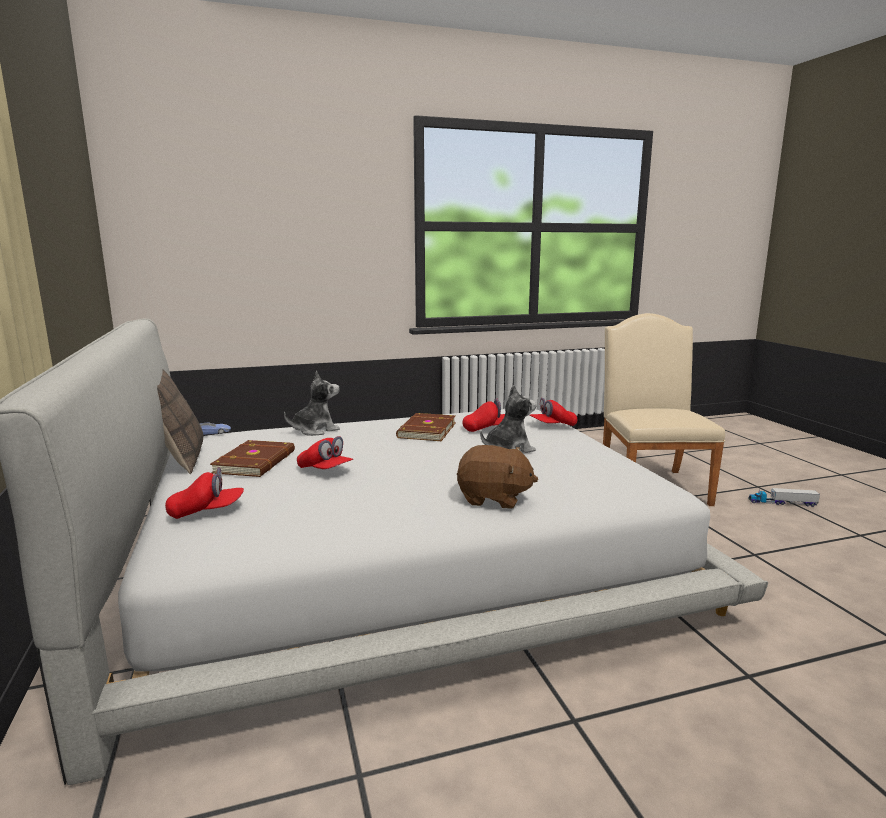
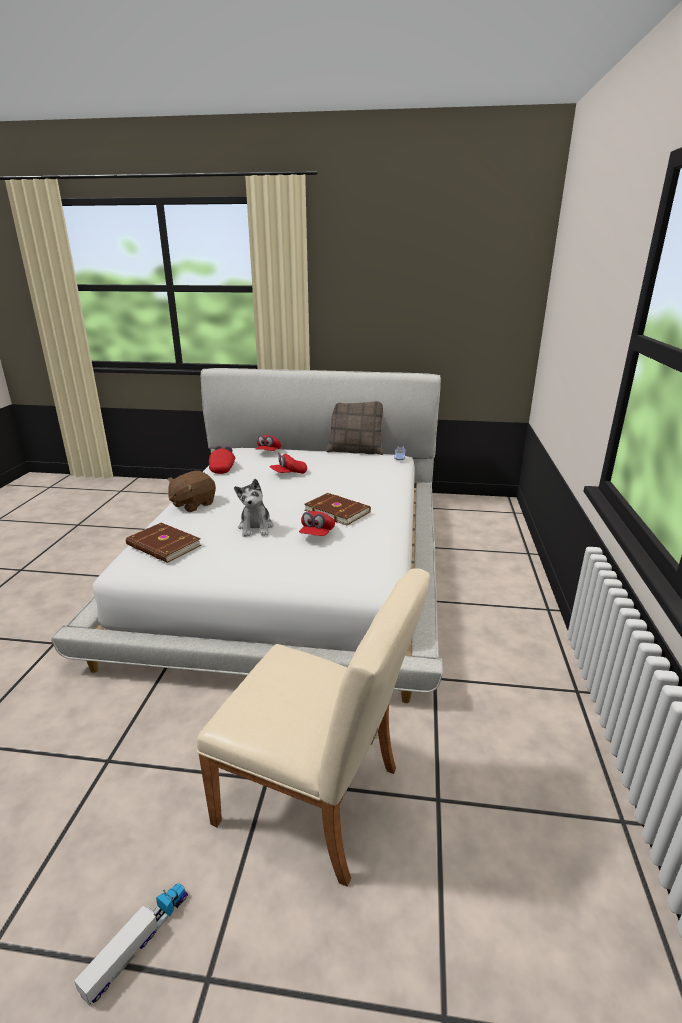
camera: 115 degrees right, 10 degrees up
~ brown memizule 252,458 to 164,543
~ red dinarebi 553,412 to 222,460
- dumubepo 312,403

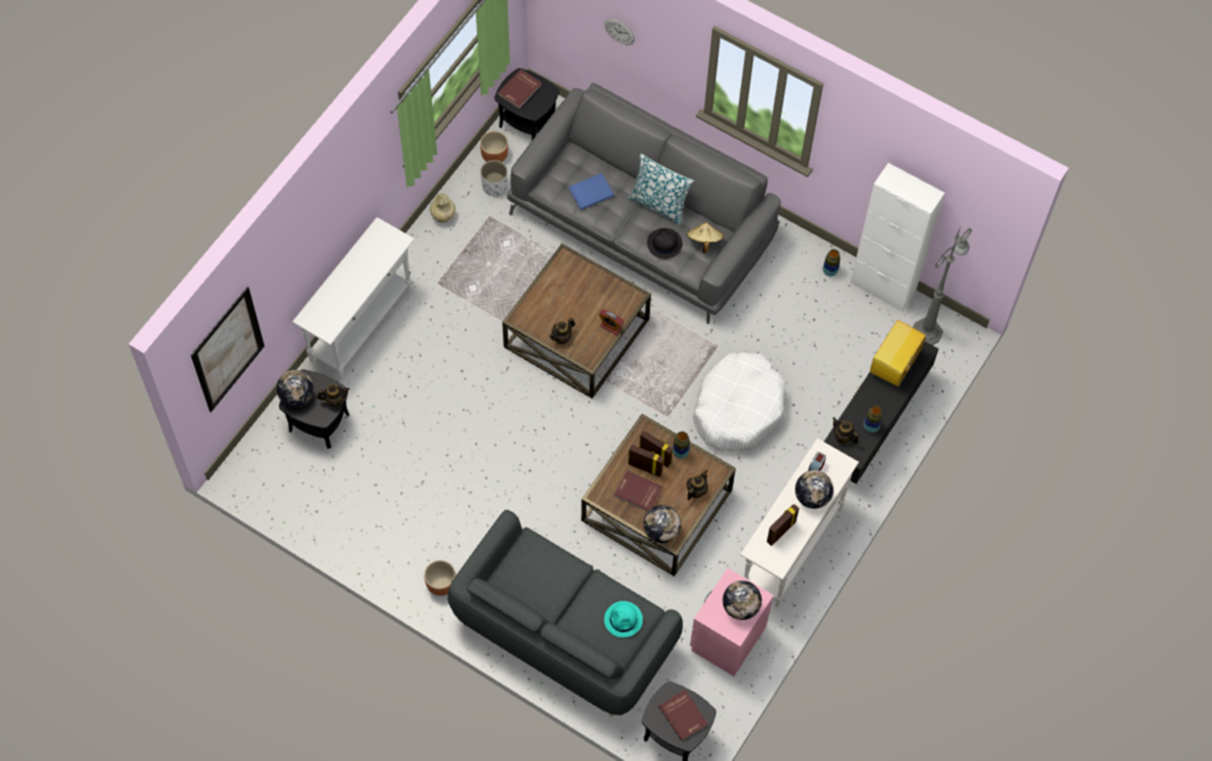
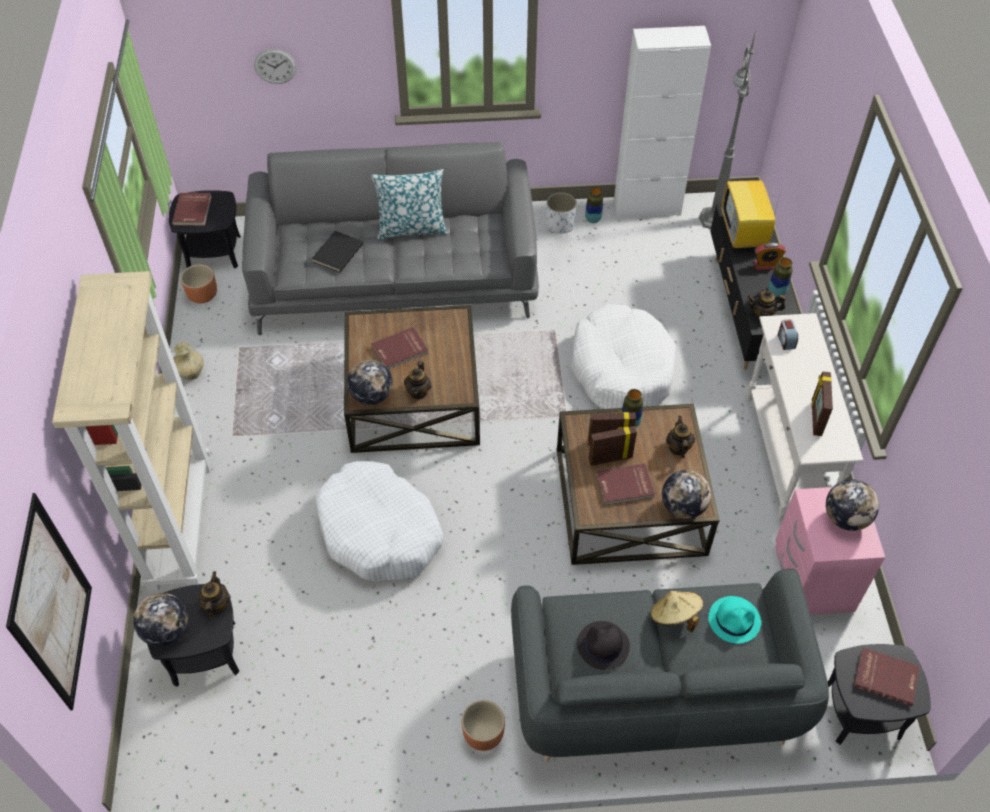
camera: 35 degrees left, 10 degrees down
~ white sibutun 353,298 to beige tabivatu 131,431
~ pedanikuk 333,395 = 214,596 45 degrees counterclockwise
~ blue memizule 591,191 to black memizule 337,252
+ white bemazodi 380,521
~ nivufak 814,489 to 370,382
+ red memizule 399,348
~ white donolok 494,178 to 561,213
~ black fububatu 664,243 to 603,645
~ beige fububatu 705,237 to 676,611
~ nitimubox 611,322 to 770,256

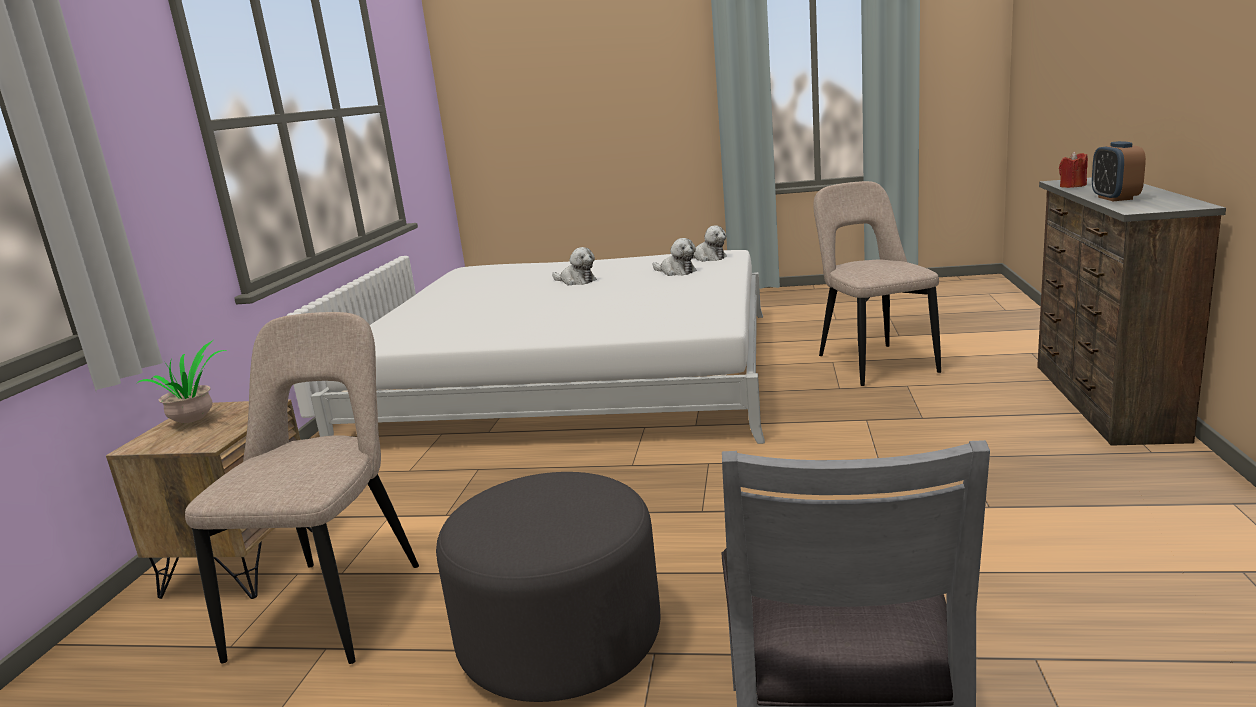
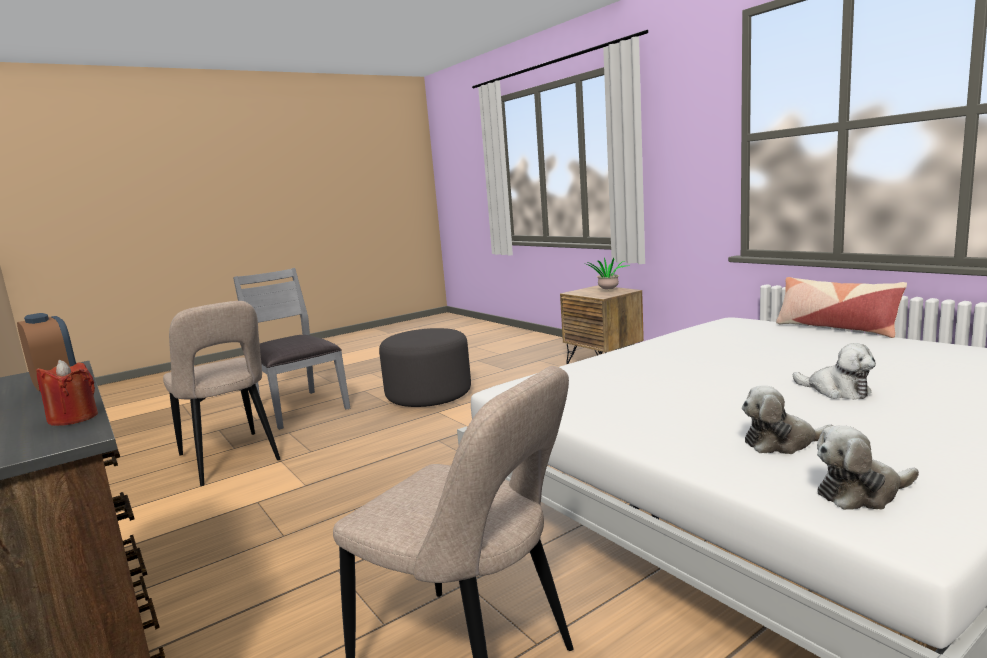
camera: 135 degrees right, 5 degrees down
~ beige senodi 302,488 to 221,393
+ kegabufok 841,307
~ dumubepo 574,266 = 834,371 120 degrees counterclockwise

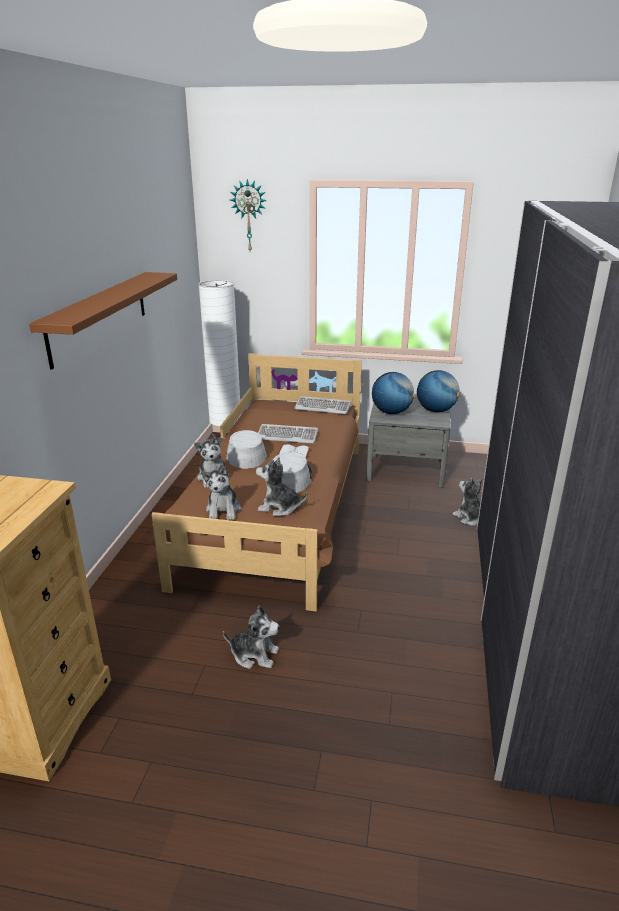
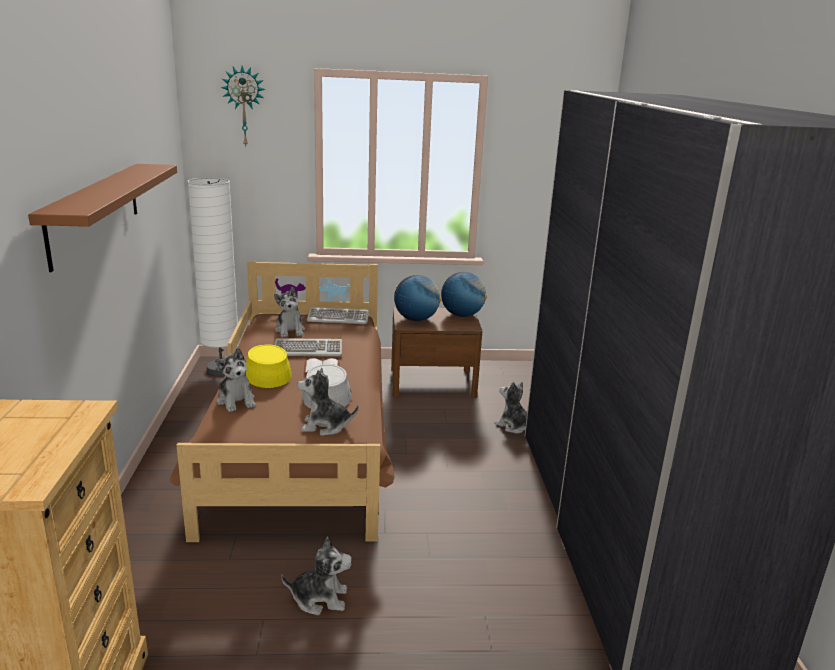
camera: 15 degrees left, 5 degrees down
~ grey fububatu 246,449 to yellow fububatu 269,366
~ dumubepo 221,492 to 289,312
~ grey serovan 408,445 to brown serovan 436,352

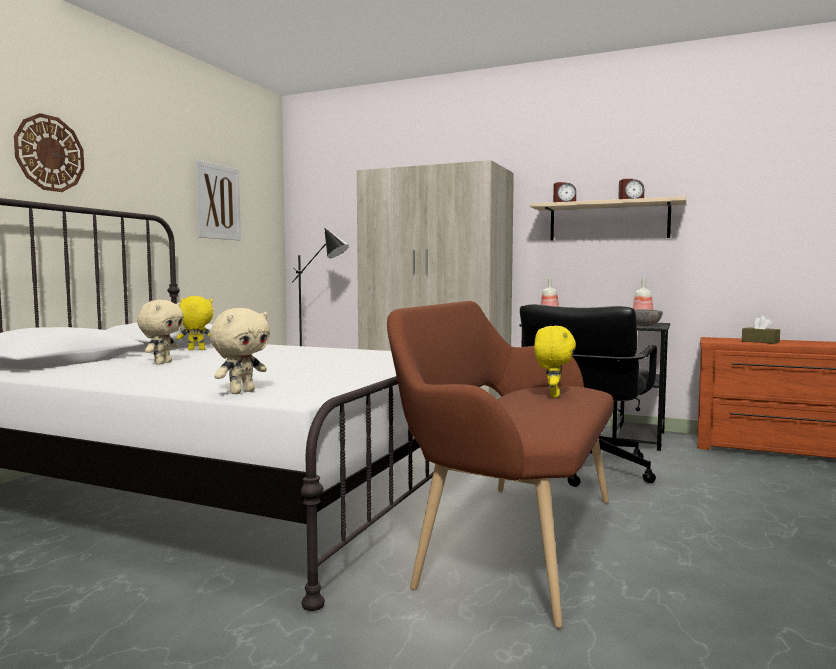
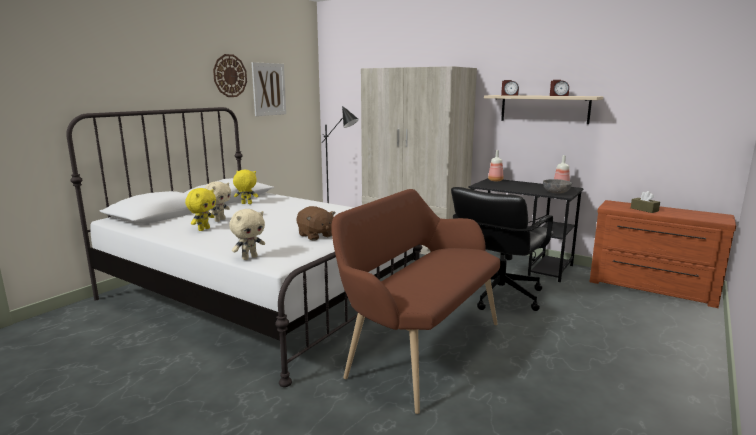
camera: 10 degrees right, 10 degrees up
~ yellow dumubepo 555,362 to 200,209
~ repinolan 49,152 to 230,75
+ brown dumubepo 316,223

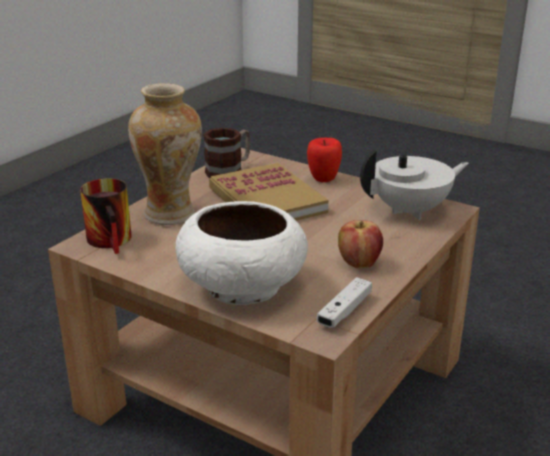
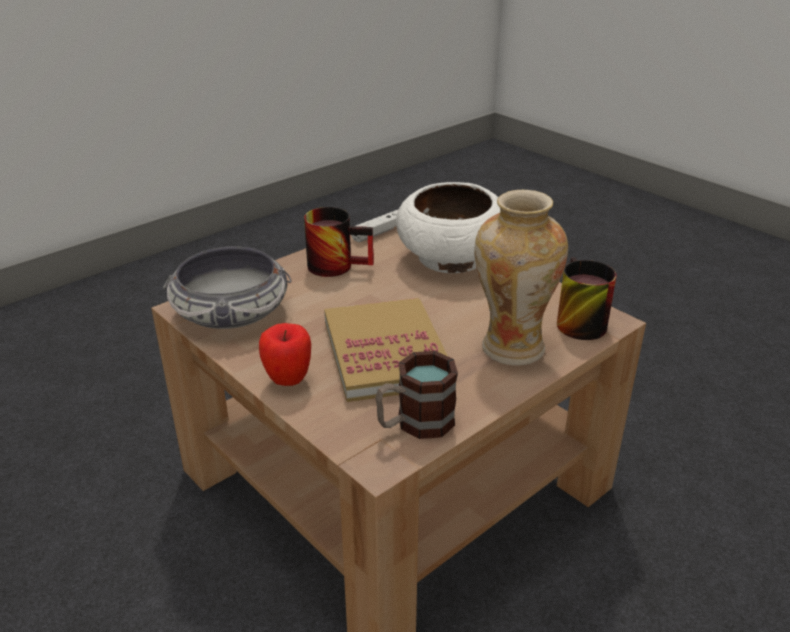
camera: 165 degrees left, 5 degrees up
~ white pedanikuk 414,184 to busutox 227,287
~ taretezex 360,244 to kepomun 339,242

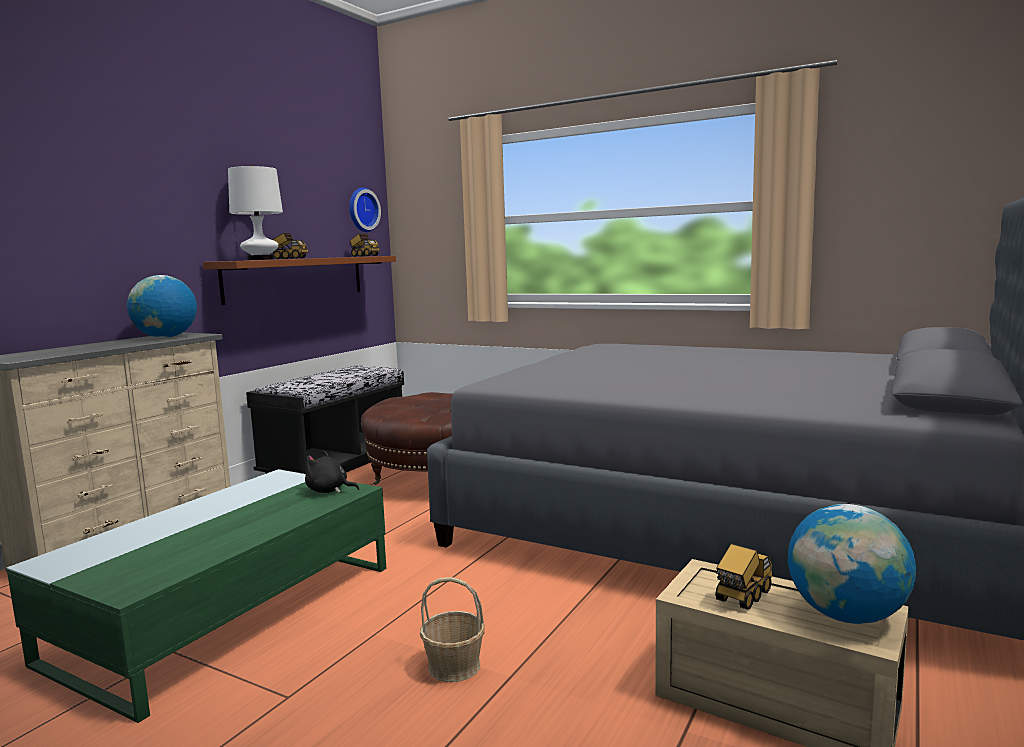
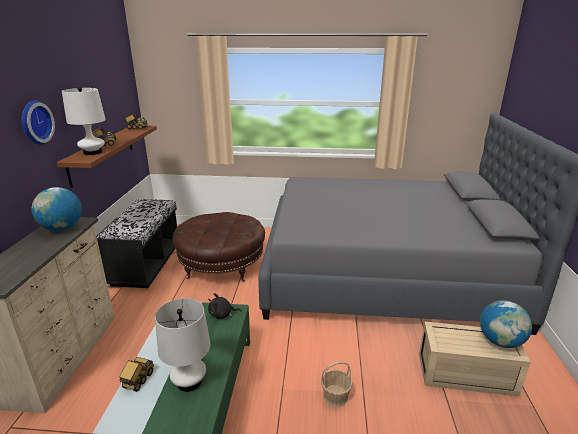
camera: 25 degrees left, 15 degrees up
~ repinolan 365,209 to 38,122
~ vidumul 743,576 to 136,374
+ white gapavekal 183,345

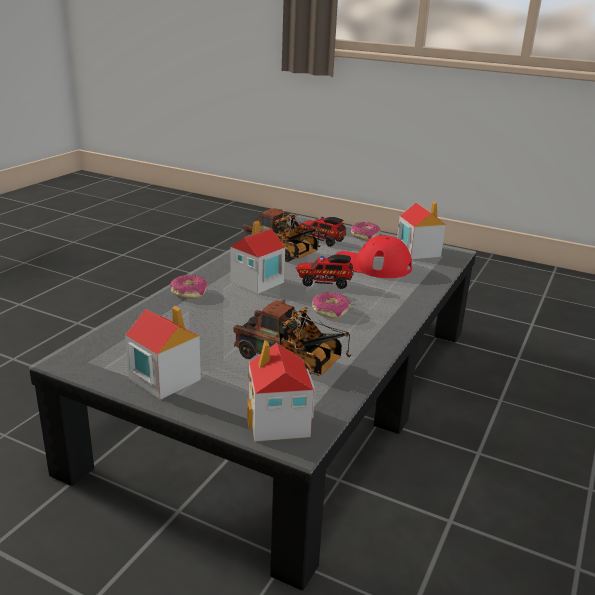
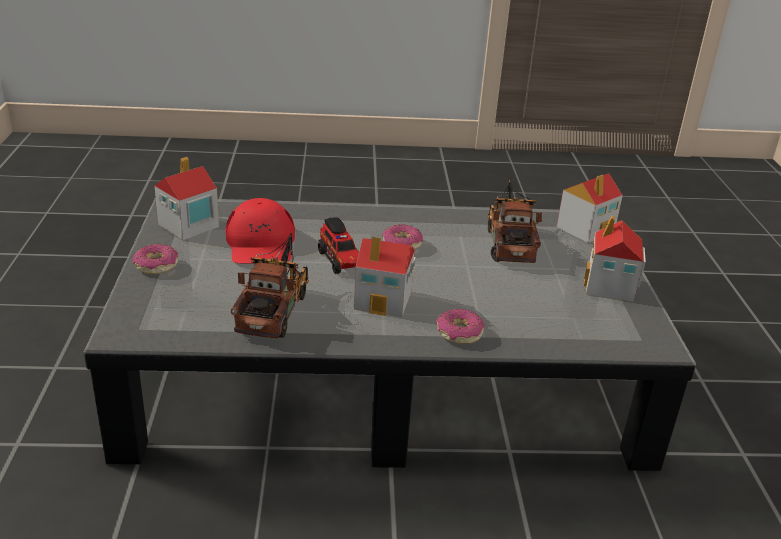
camera: 120 degrees left, 5 degrees up
- vidumul 323,232

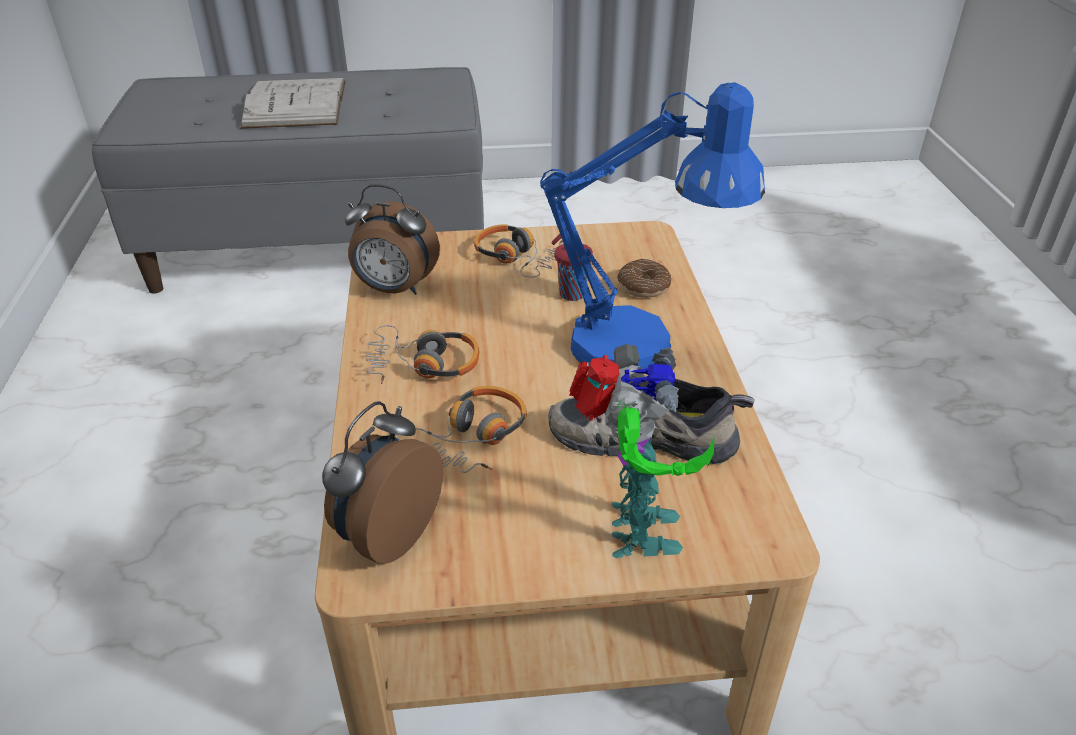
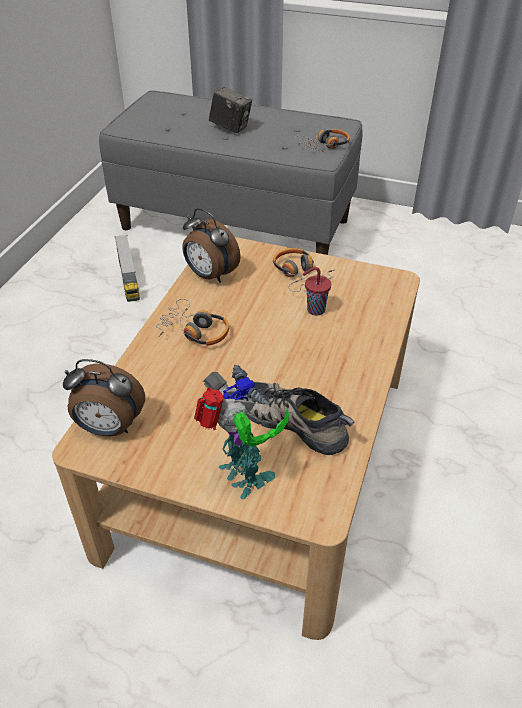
camera: 25 degrees right, 5 degrees up
~ nitimubox 382,482 = 104,397 135 degrees counterclockwise
+ vidumul 127,268
~ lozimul 641,451 = 241,432 60 degrees counterclockwise
~ white memizule 293,103 to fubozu 230,110
~ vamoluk 462,429 to 322,140
- blue gapavekal 652,225
- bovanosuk 644,278

